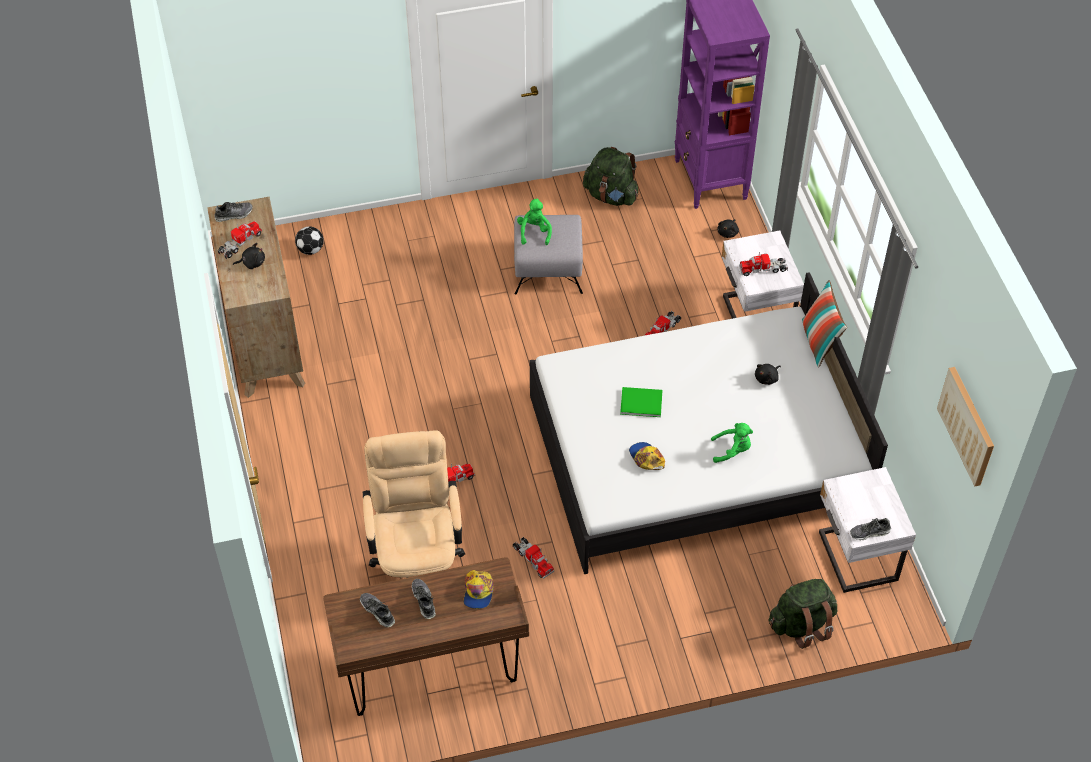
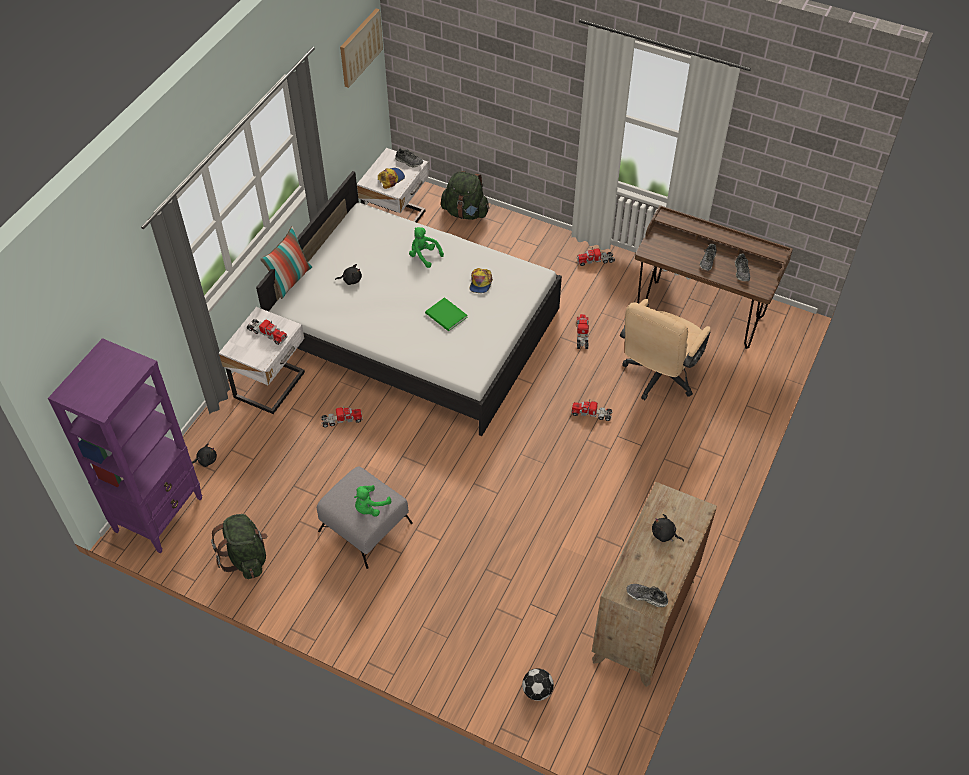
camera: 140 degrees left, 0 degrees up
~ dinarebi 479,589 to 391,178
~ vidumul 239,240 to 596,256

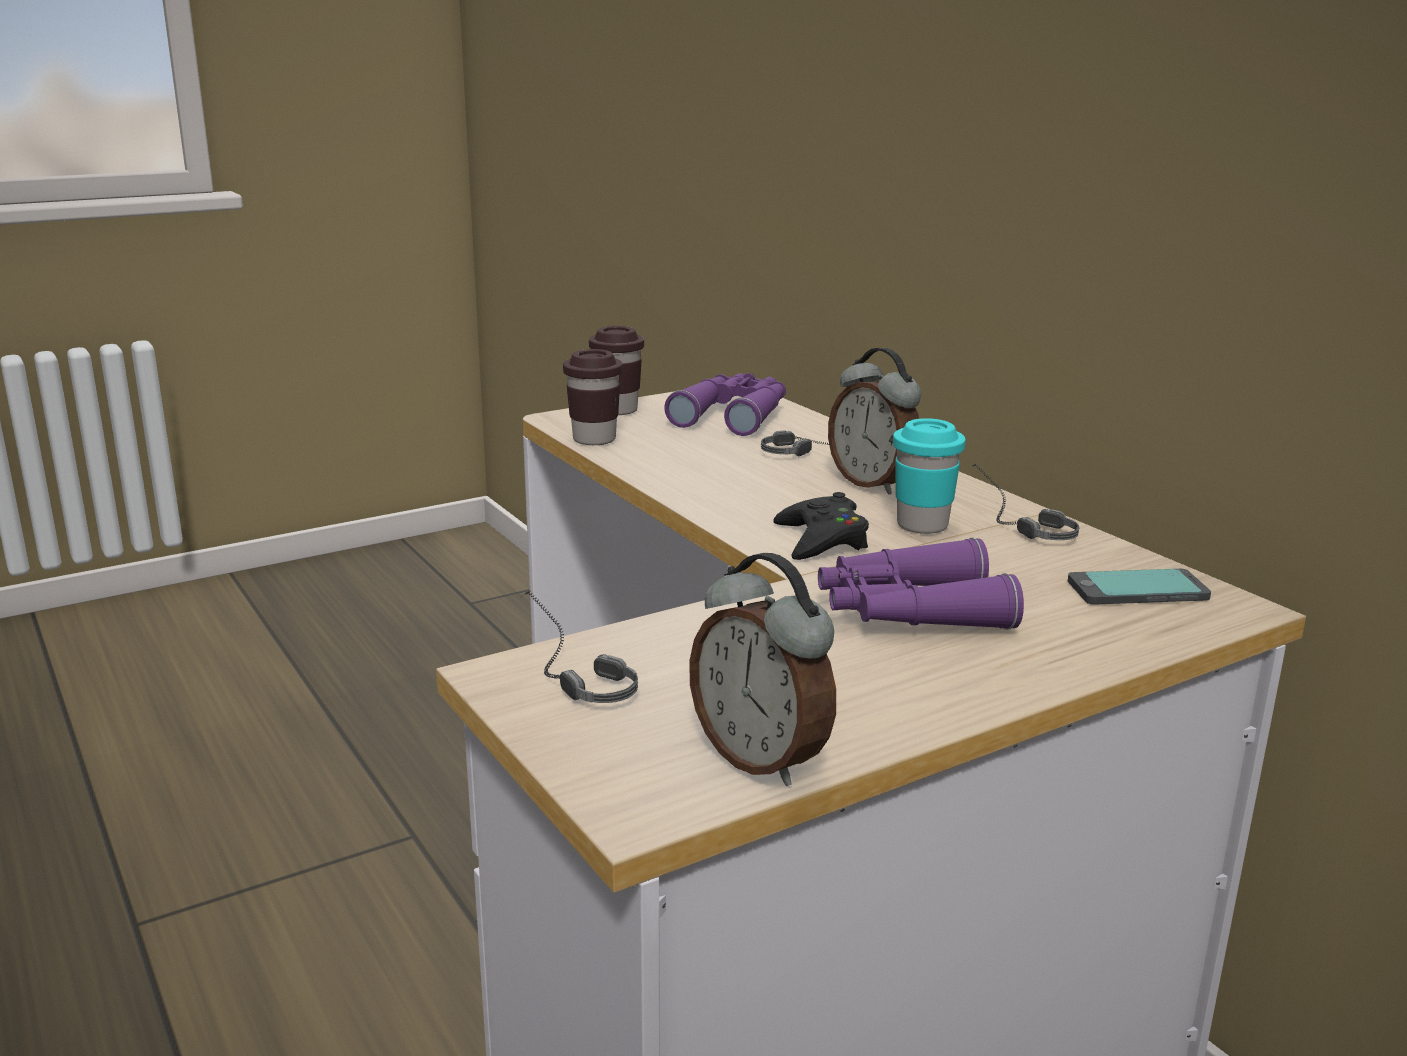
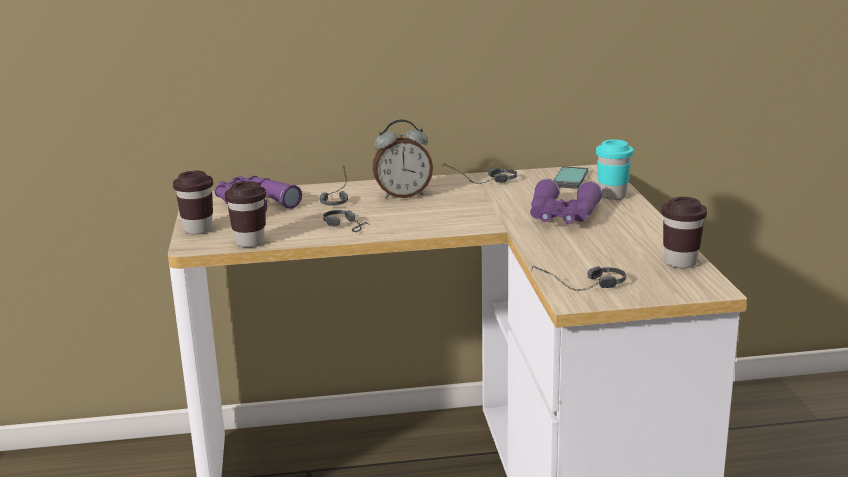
camera: 65 degrees left, 0 degrees up
+ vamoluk 346,221
~ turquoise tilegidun 929,476 to 615,169
~ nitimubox 762,669 to brown tilegidun 684,232
- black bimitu 821,526

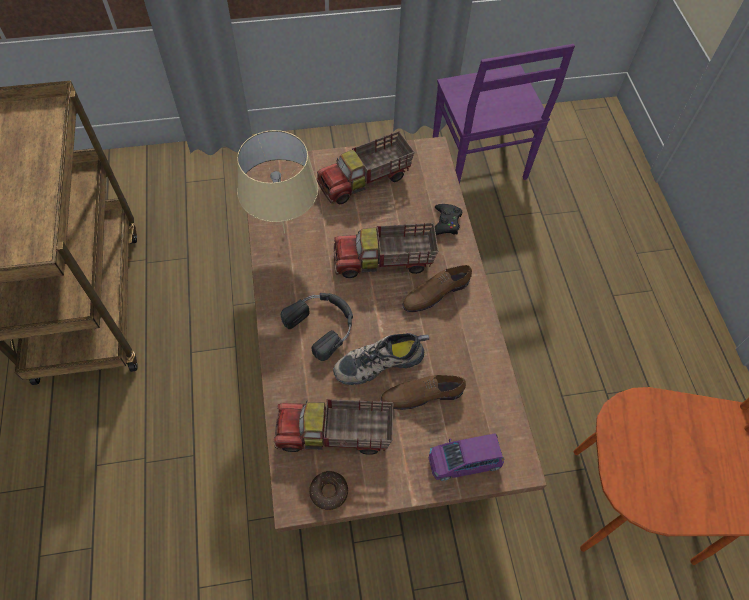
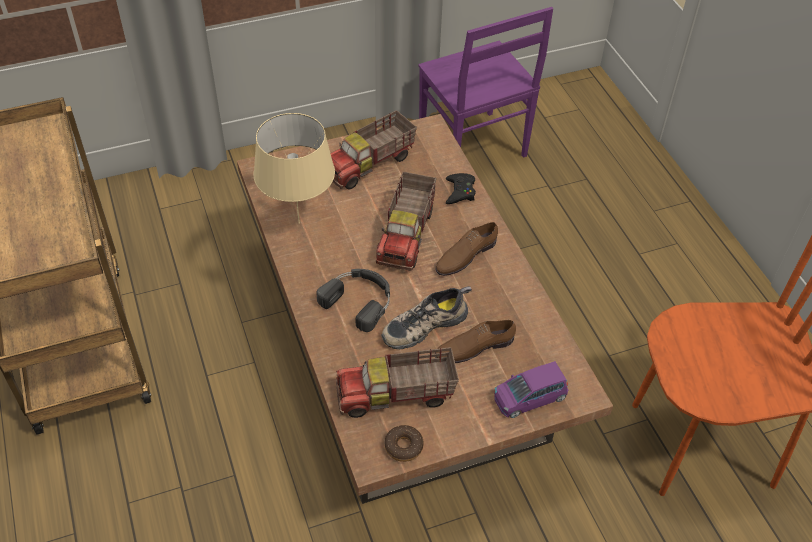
camera: 10 degrees left, 10 degrees down
~ vidumul 386,250 = 406,221 60 degrees counterclockwise

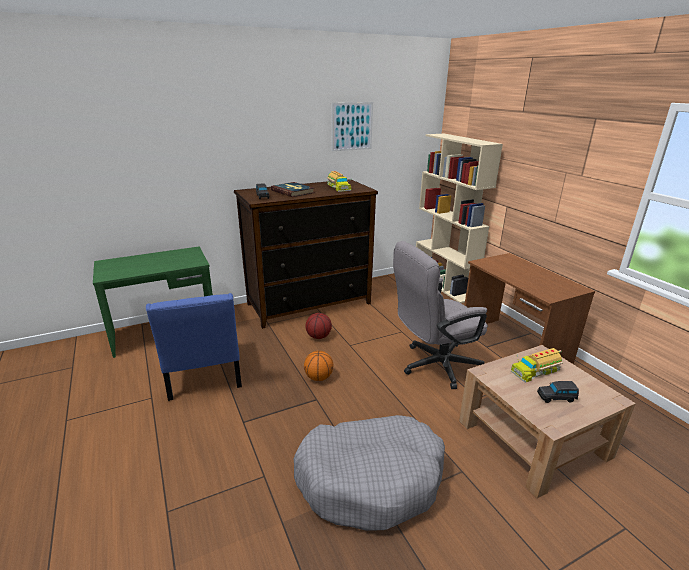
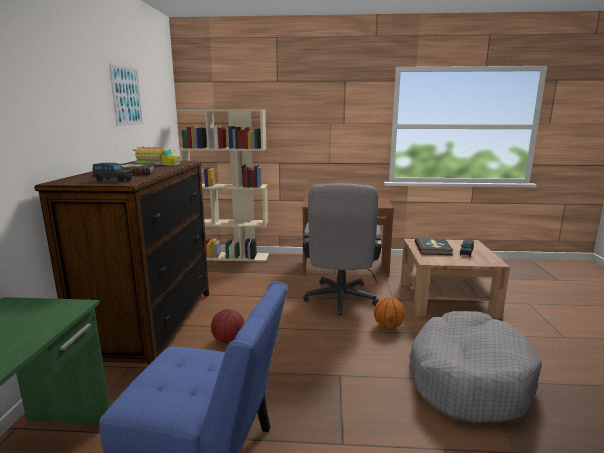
camera: 60 degrees left, 10 degrees down
~ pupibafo 318,366 to 389,313
~ vidumul 537,365 to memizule 434,246

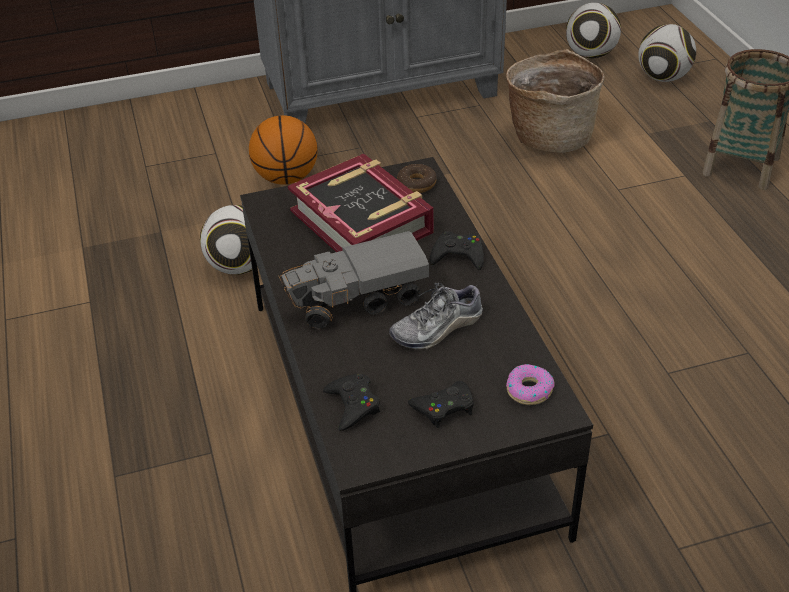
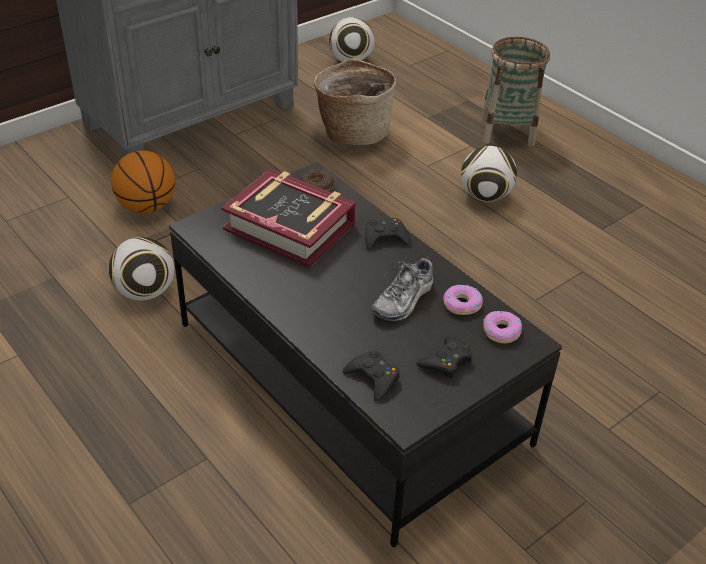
camera: 25 degrees left, 0 degrees up
+ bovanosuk 463,300
~ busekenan 667,53 to 489,174
- vidumul 354,280

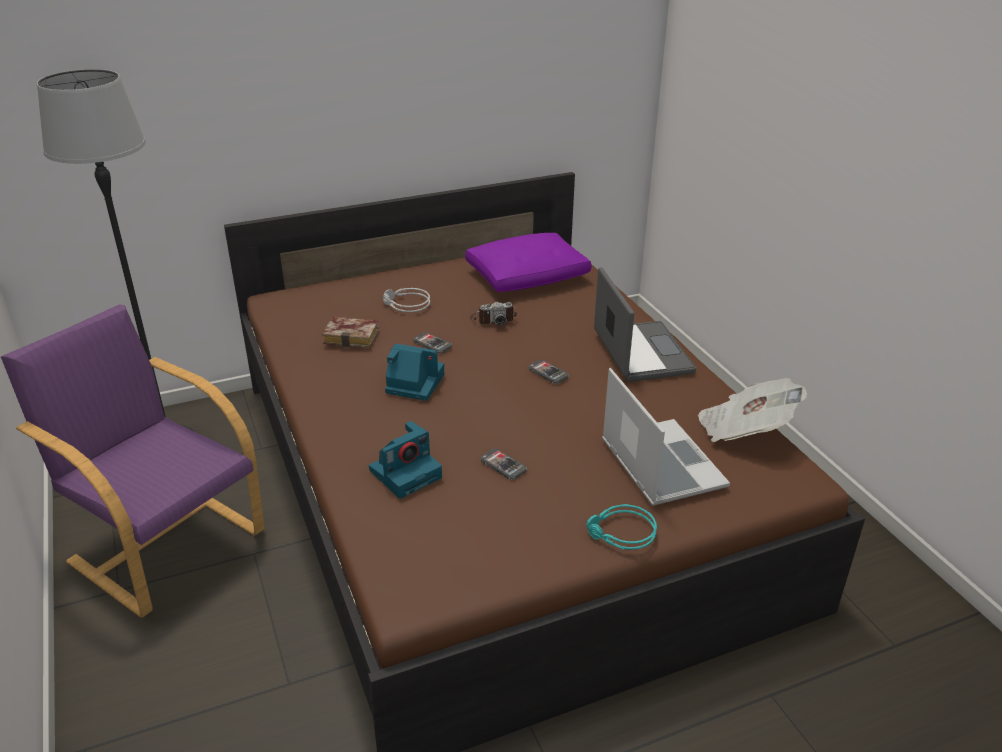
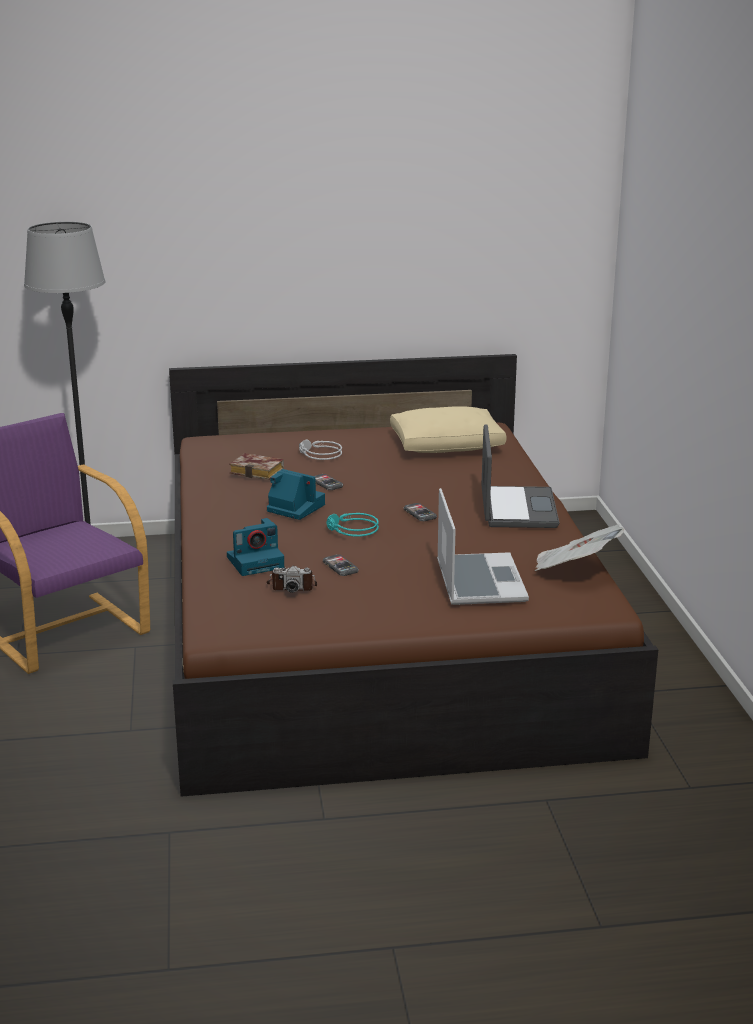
camera: 15 degrees right, 10 degrees down
~ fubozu 493,313 to 291,579
~ turquoise vamoluk 621,527 to 353,525
~ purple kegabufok 528,262 to beige kegabufok 448,429

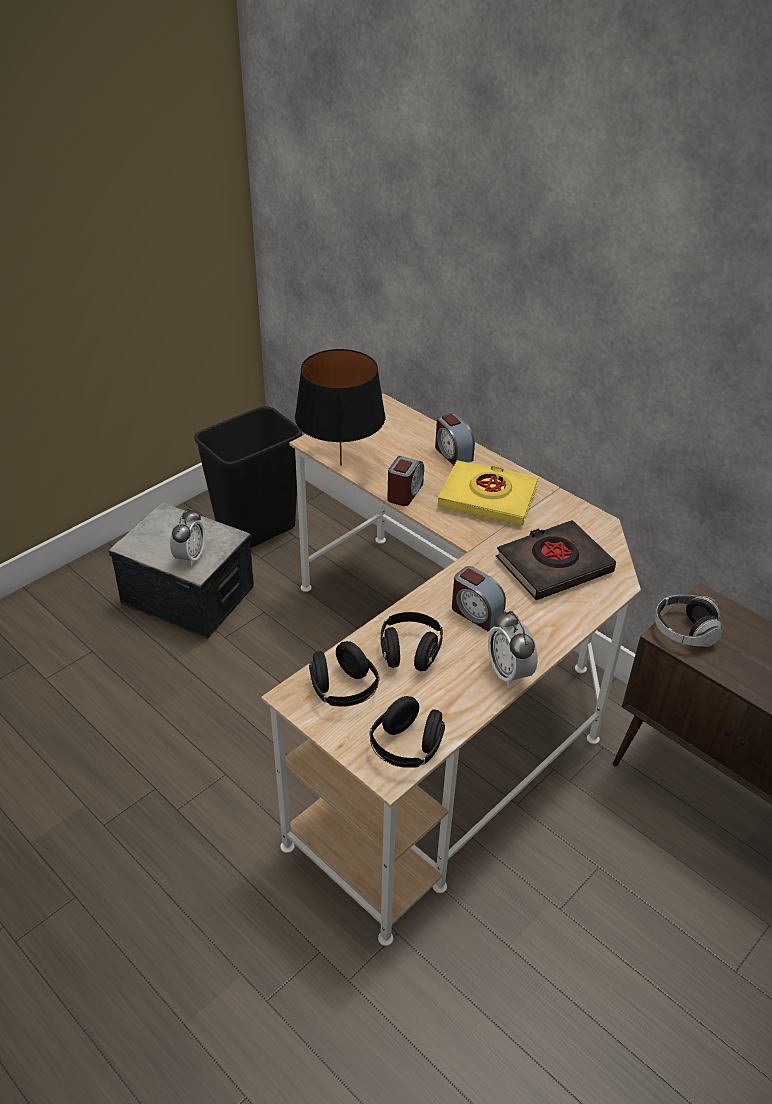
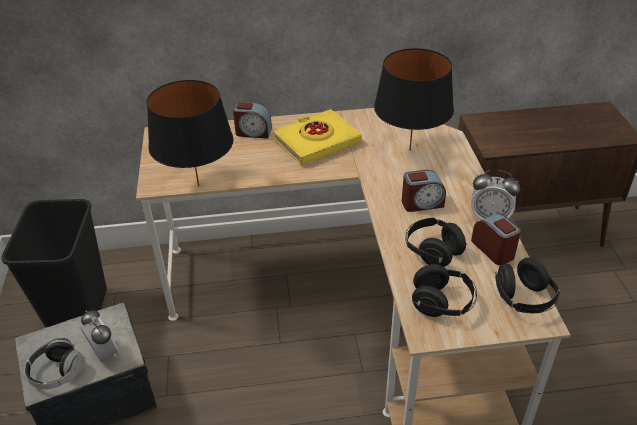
camera: 50 degrees left, 0 degrees up
~ vamoluk 689,621 to 54,363
~ black memizule 556,560 to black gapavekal 414,99
~ nitimubox 405,481 to 496,239

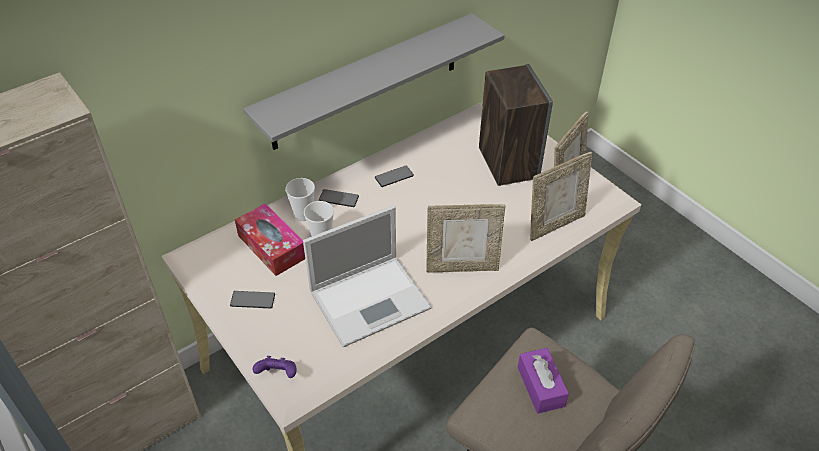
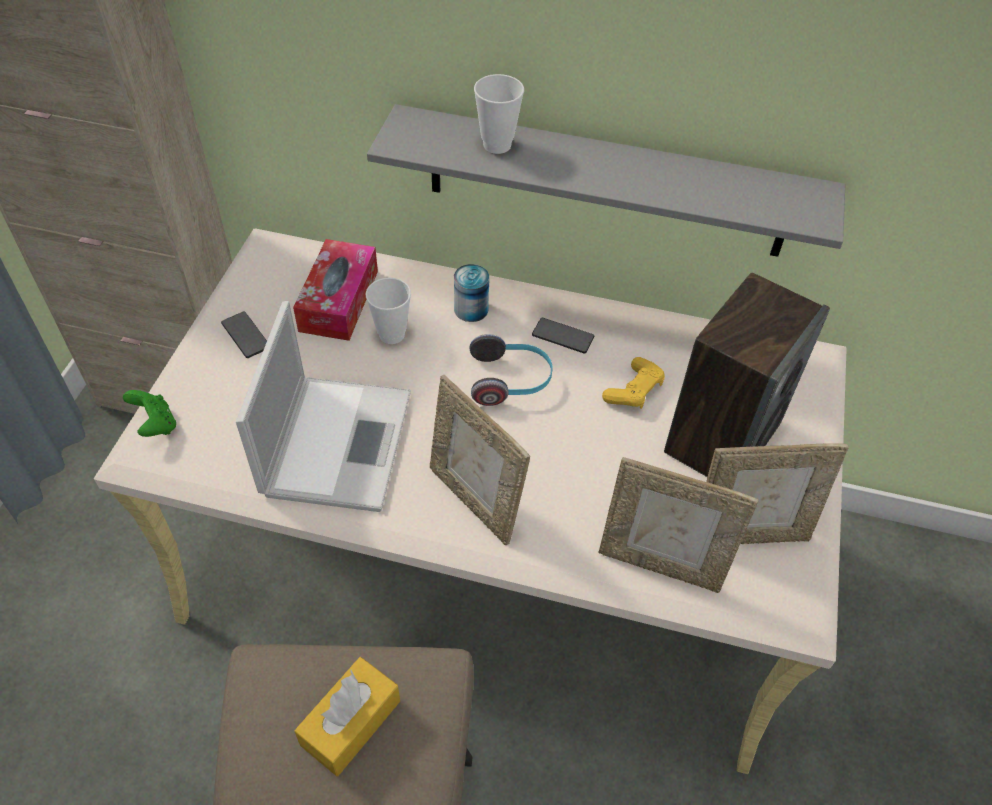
camera: 50 degrees right, 5 degrees up
~ purple bimitu 274,367 to green bimitu 149,413
~ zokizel 367,276 = 323,406 105 degrees counterclockwise
~ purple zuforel 543,381 to yellow zuforel 347,716
~ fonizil 339,198 to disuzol 471,293
+ vamoluk 511,370
~ tilegidun 300,199 to 499,114
+ yellow bimitu 633,383

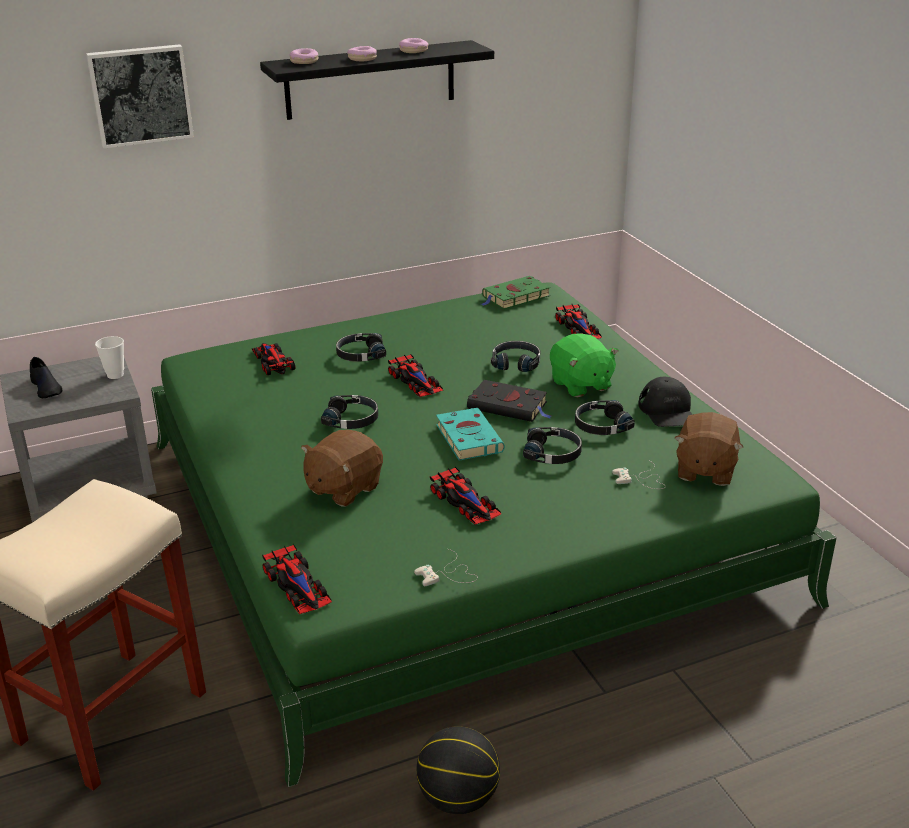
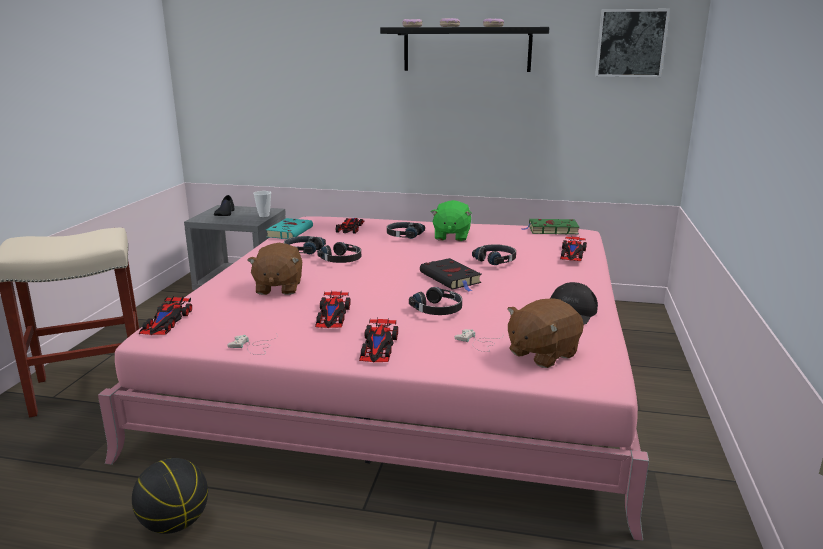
camera: 35 degrees right, 10 degrees down
~ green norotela 494,534 to pink norotela 373,378
~ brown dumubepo 342,468 = 274,269 75 degrees counterclockwise
~ turquoise memizule 470,434 to 289,228
~ black vamoluk 605,417 to 305,245
~ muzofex 415,375 to 378,340
~ green dumubepo 584,365 to 451,220
~ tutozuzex 140,96 to 632,43

